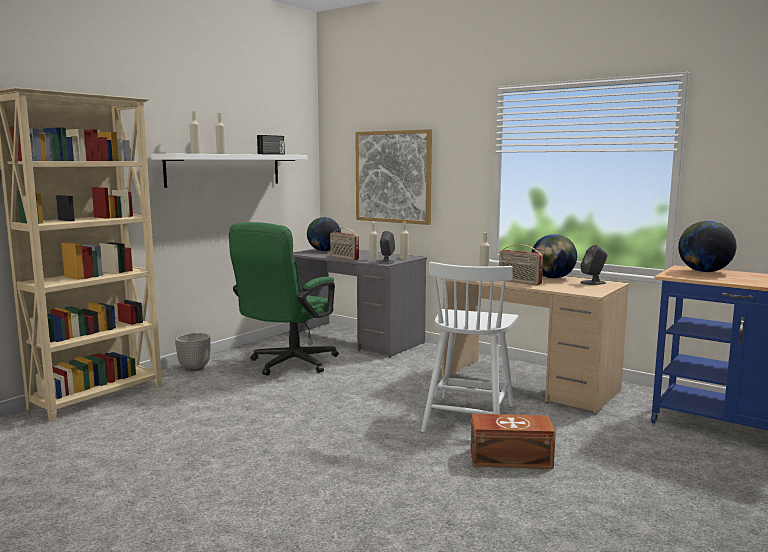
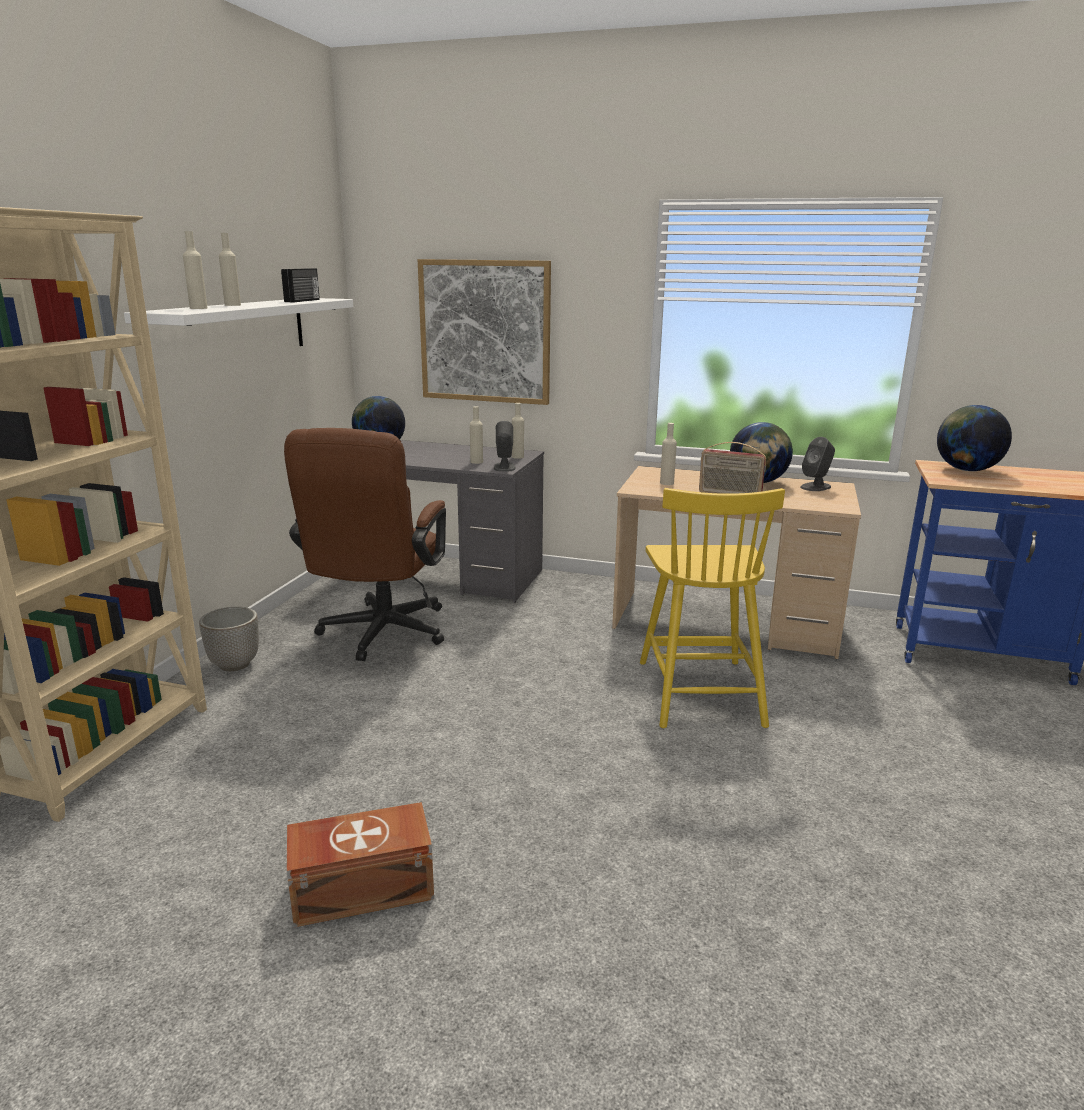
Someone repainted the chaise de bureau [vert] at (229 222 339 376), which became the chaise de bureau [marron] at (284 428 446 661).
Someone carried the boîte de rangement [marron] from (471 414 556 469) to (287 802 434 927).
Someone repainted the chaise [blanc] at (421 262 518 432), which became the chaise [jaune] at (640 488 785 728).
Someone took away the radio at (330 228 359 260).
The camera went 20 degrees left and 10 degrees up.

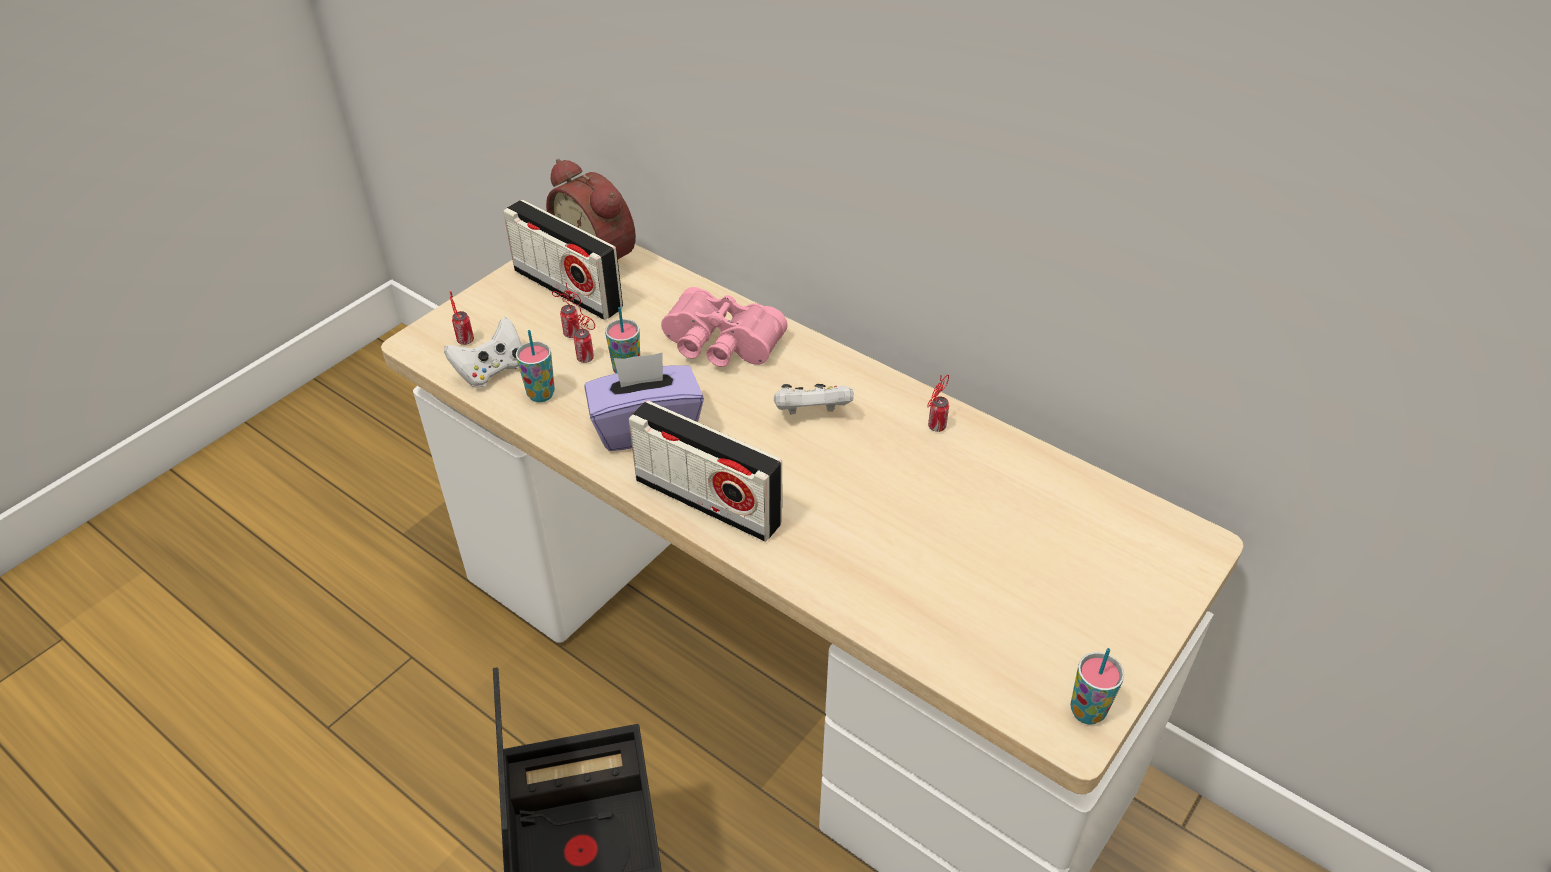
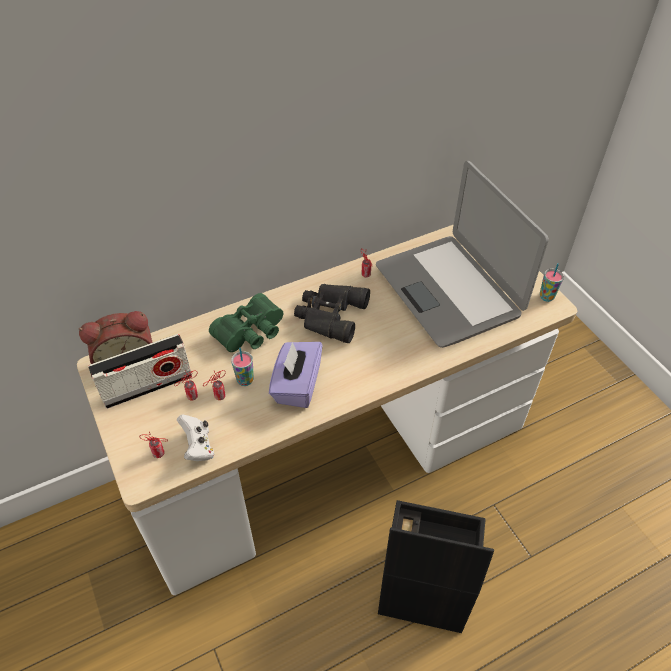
Someone repainted the jumelles [rose] at (661 287 787 367), which became the jumelles [vert] at (209 293 283 352).
Someone swapped the manette [blanc] at (774 384 854 415) for the jumelles [noir] at (294 284 370 343).
Someone put down the ordinateur portable at (376 161 549 348).
Someone took away the tasse at (516 330 555 402).
Someone took away the radio at (629 400 782 542).
The camera went 65 degrees left and 5 degrees up.

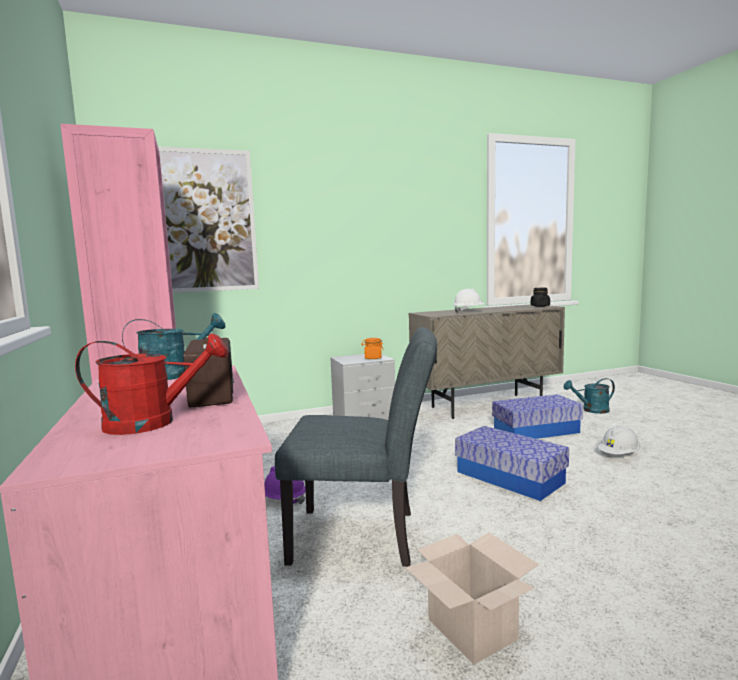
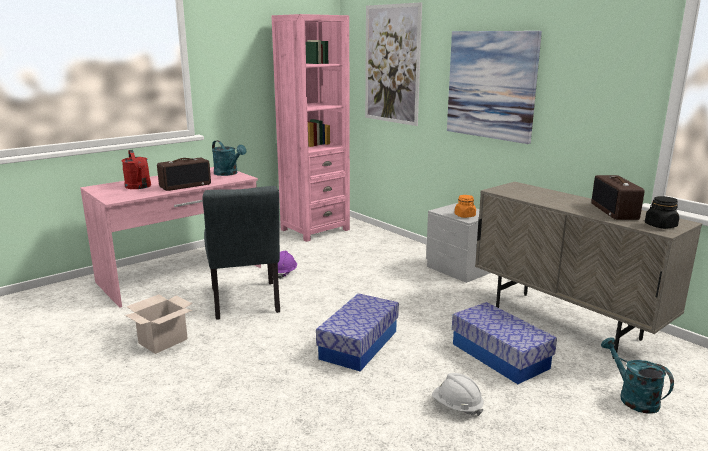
Someone put up the tableau at (447 31 542 144).
Someone put down the radio at (591 175 645 220).
Someone took away the casque de chantier [blanc] at (453 289 485 313).
The camera went 70 degrees right and 10 degrees up.

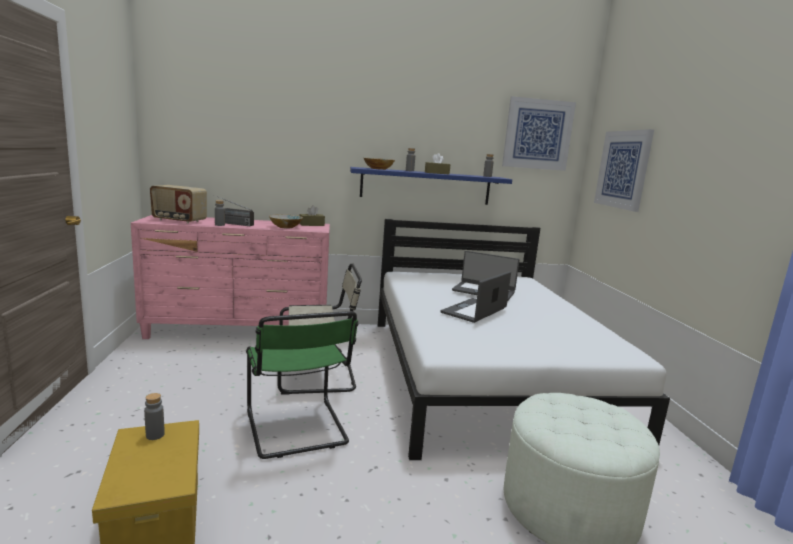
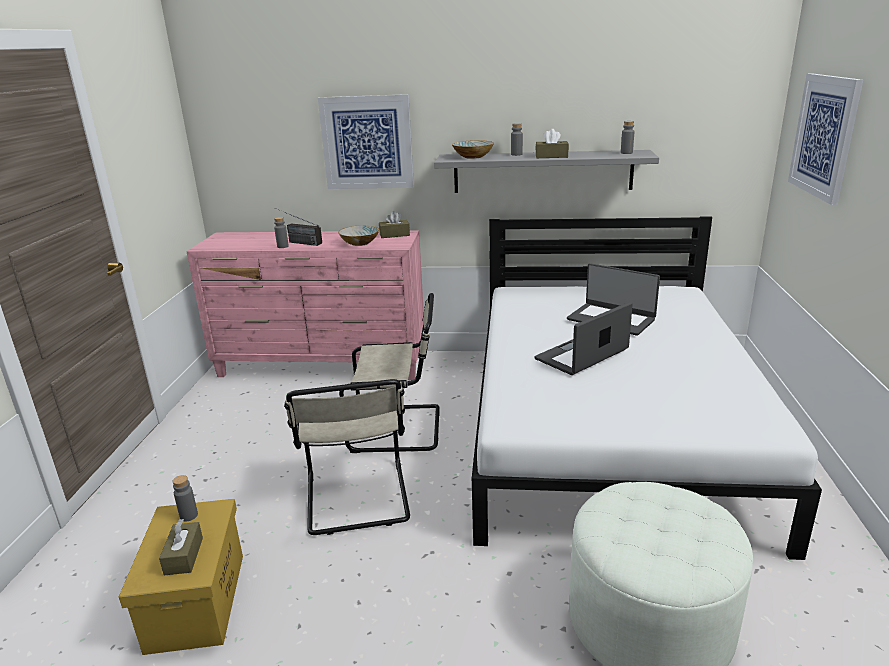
Someone put down the boîte à mouchoirs [marron] at (159 519 203 575).
Someone repainted the chaise [vert] at (246 311 359 459), which became the chaise [beige] at (284 379 410 535).
Someone carried the tableau from (502 96 576 171) to (318 94 414 189).
Someone repainted the étagère [bleu] at (350 167 512 205), which became the étagère [gris] at (434 150 659 193).
Someone took away the radio at (150 185 207 224).
The camera went 15 degrees right and 10 degrees up.

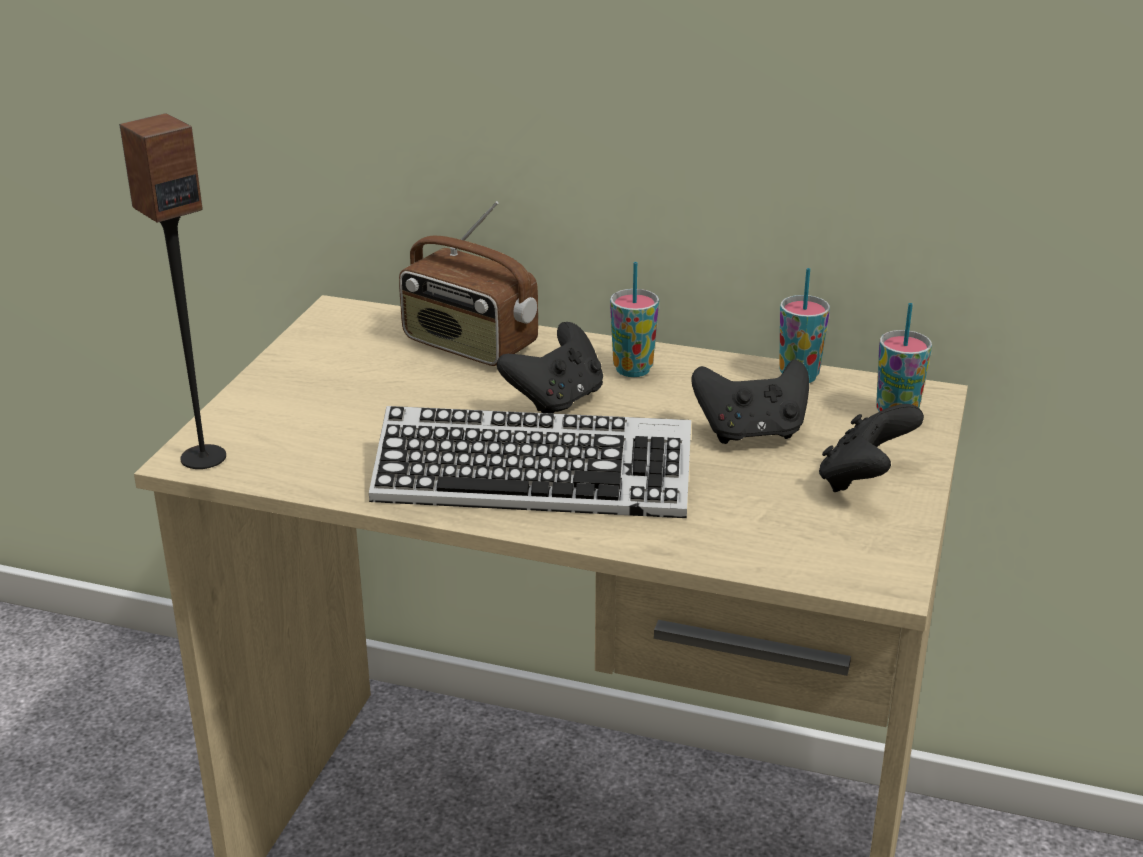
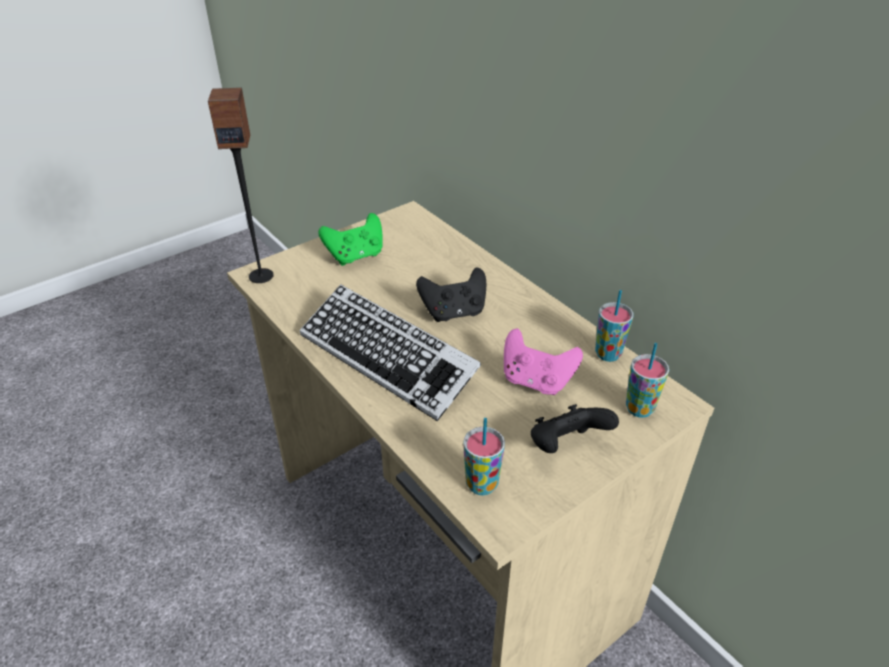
Someone put down the manette [vert] at (318 213 383 266).
Someone carried the tasse from (610 262 659 377) to (463 418 505 495).
Someone repainted the manette [noir] at (691 360 809 444), which became the manette [rose] at (504 329 583 395).
Someone took away the radio at (399 201 538 366).
The camera went 35 degrees right and 10 degrees up.

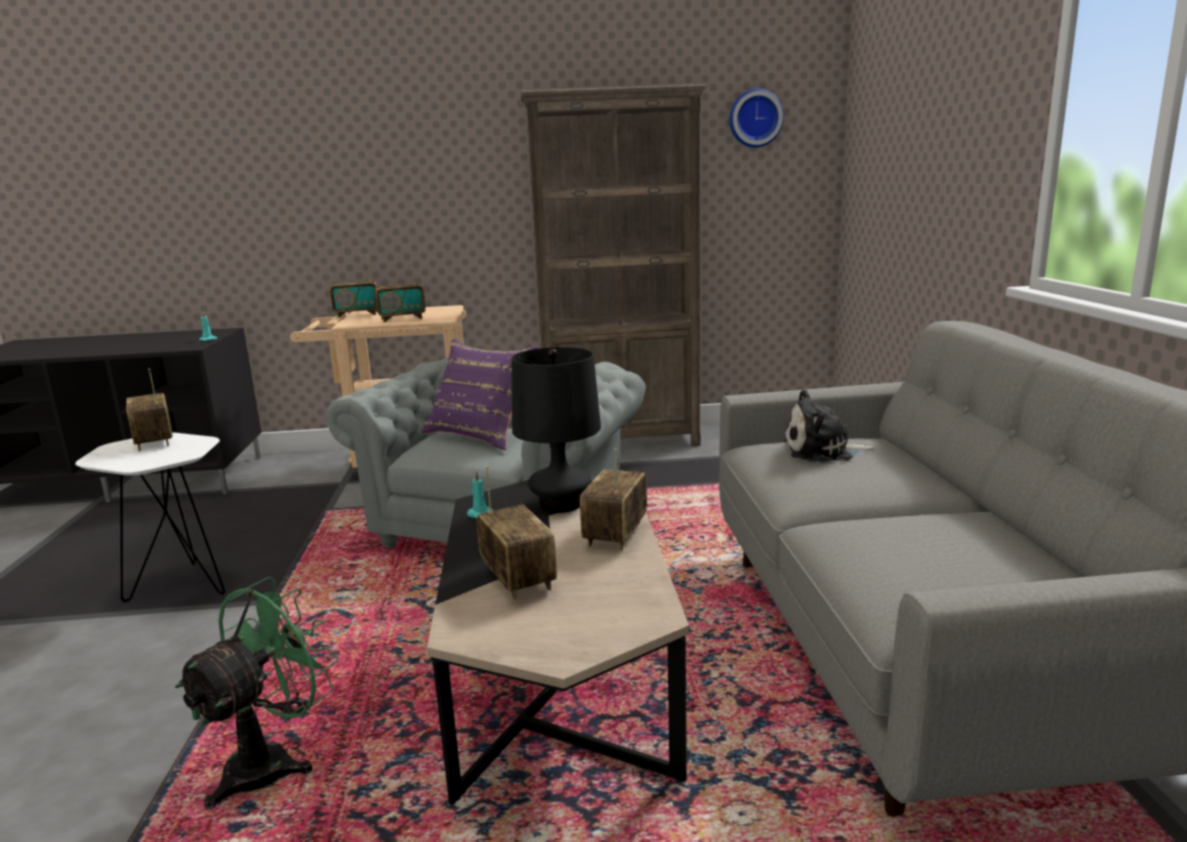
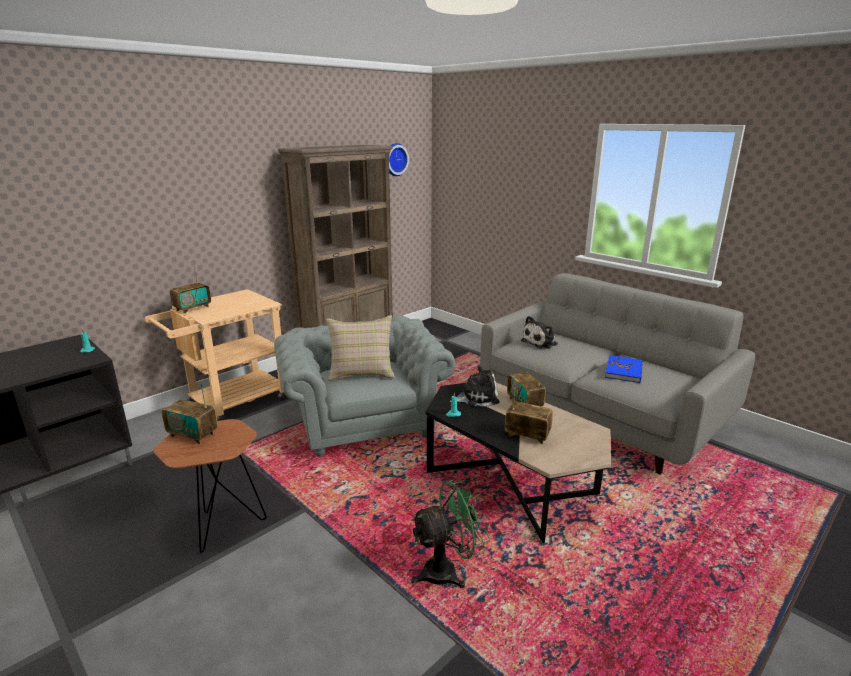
Someone repainted the table d'appoint [blanc] at (75 432 225 602), which became the table d'appoint [marron] at (153 419 267 553).
Someone repainted the coussin [violet] at (421 339 538 450), which became the coussin [beige] at (326 315 395 381).
Someone rotated the ventilateur [vert] at (175 577 339 809) by 75 degrees clockwise.
Someone swapped the lampe de table [noir] at (511 347 601 513) for the peluche at (450 365 499 407).
Someone put down the livre [bleu] at (605 355 643 383).
Someone took away the radio at (374 257 426 322).
The camera went 40 degrees left and 5 degrees up.

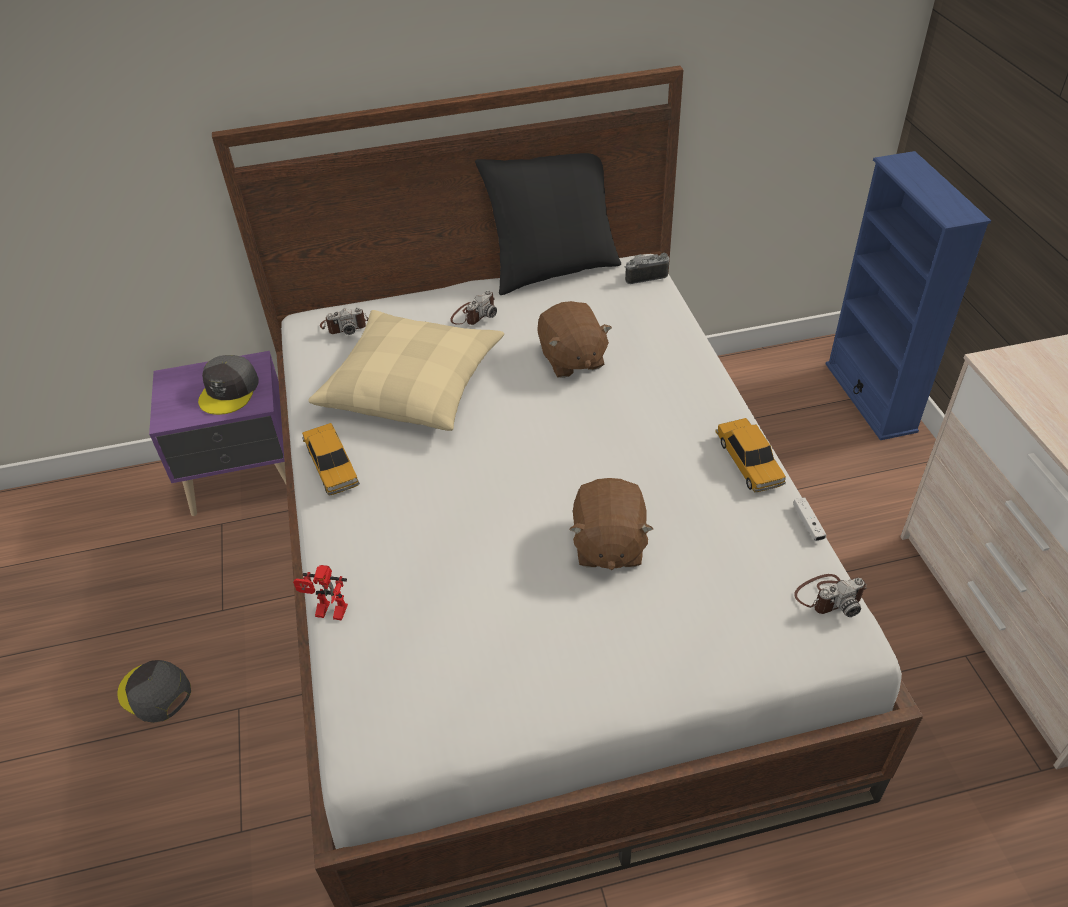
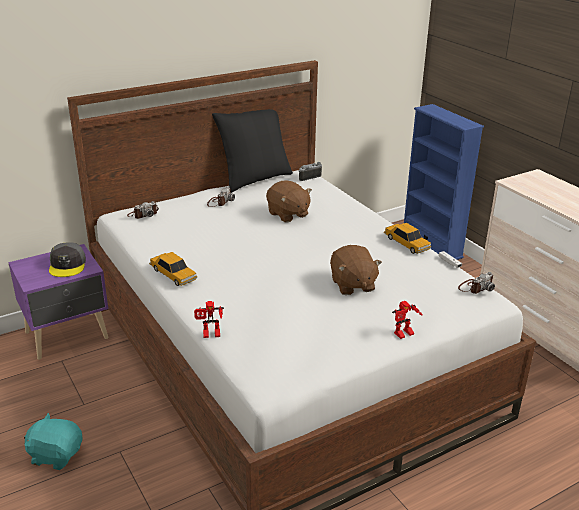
Someone swapped the casquette [gris] at (117 660 191 723) for the peluche [turquoise] at (24 413 83 470).
Someone put down the robot jouet at (392 301 423 339).
Someone took away the coussin [beige] at (308 310 504 431).
The camera went 20 degrees left and 15 degrees down.

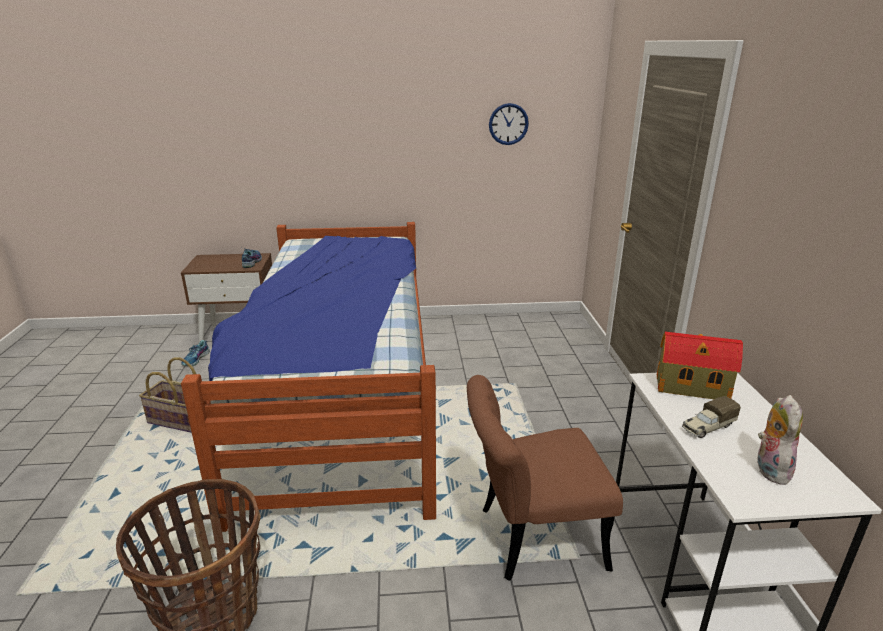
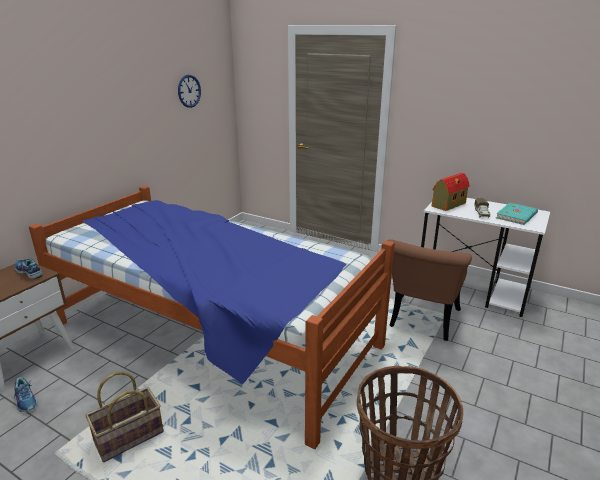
Someone swapped the peluche at (757 395 803 485) for the livre [turquoise] at (496 203 538 225).
The camera went 55 degrees left and 0 degrees up.

